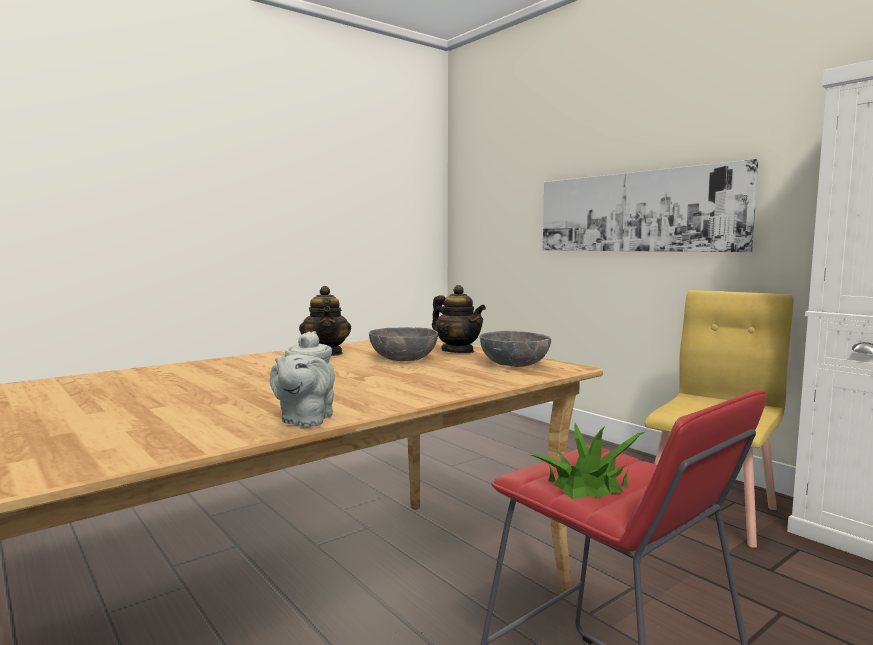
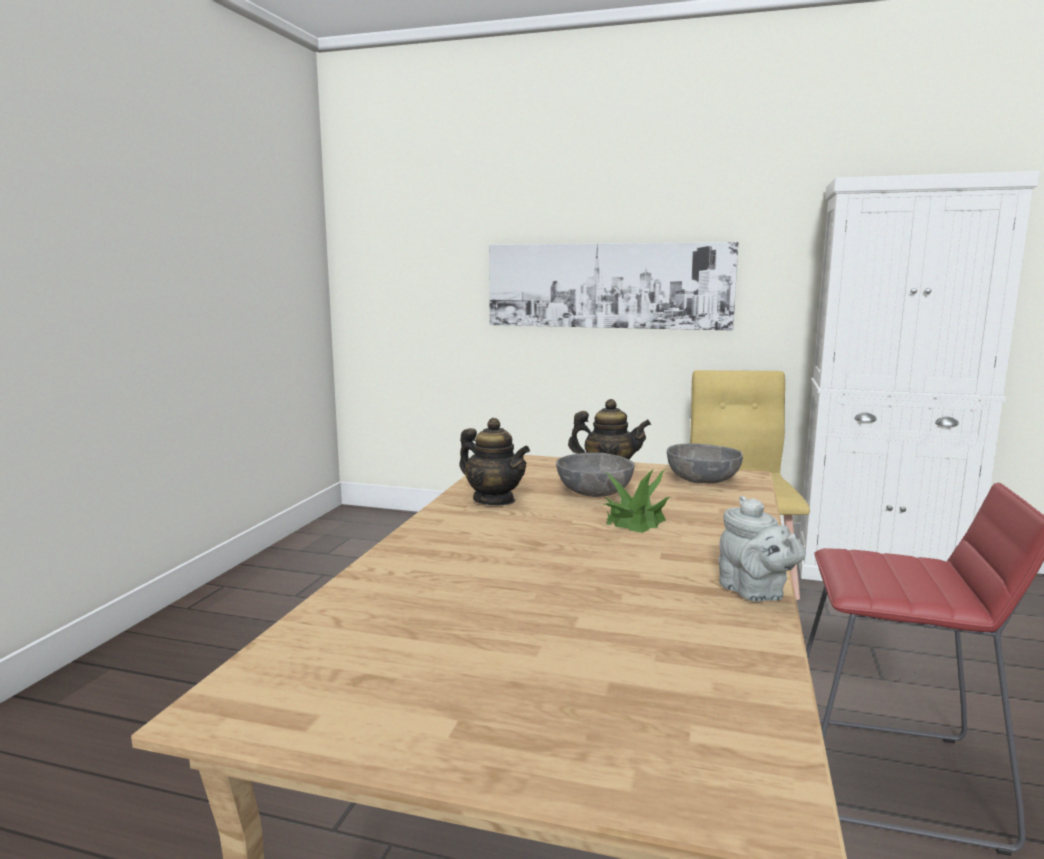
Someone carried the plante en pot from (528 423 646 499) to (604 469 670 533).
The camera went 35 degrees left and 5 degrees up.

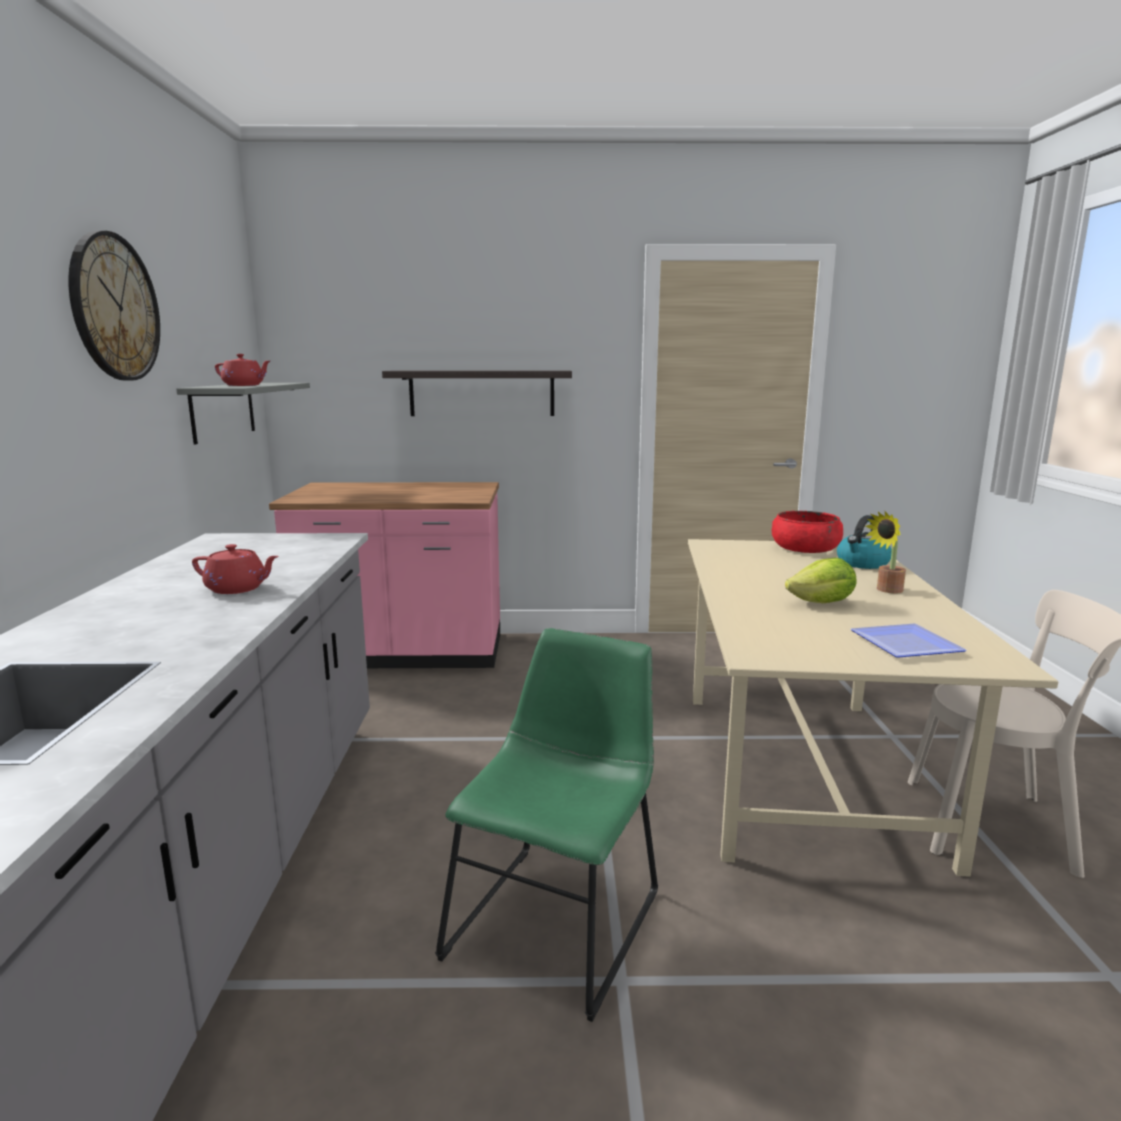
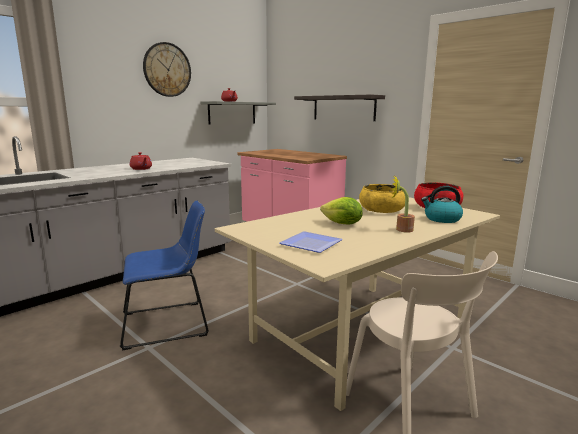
Someone repainted the chaise [vert] at (435 628 658 1022), which became the chaise [bleu] at (120 201 209 350).
Someone put down the bol [jaune] at (359 184 405 213).
The camera went 45 degrees right and 0 degrees up.

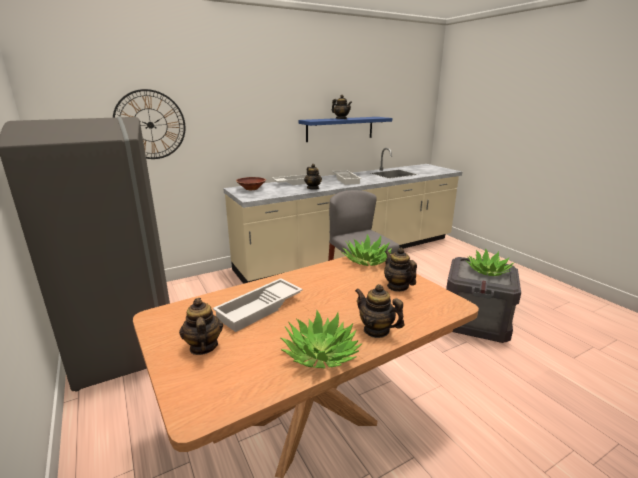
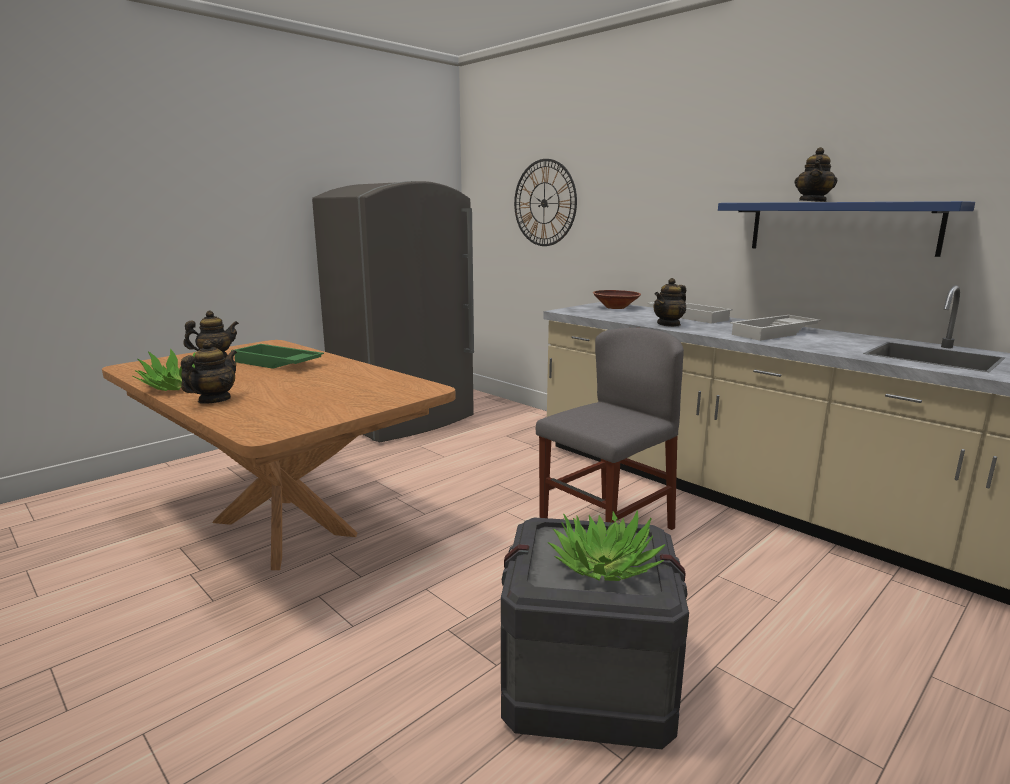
Someone repainted the plateau [blanc] at (213 278 303 332), which became the plateau [vert] at (231 344 324 369).
Someone took away the plante en pot at (342 234 392 266).
Someone took away the théière at (384 248 417 292).
The camera went 75 degrees right and 5 degrees down.

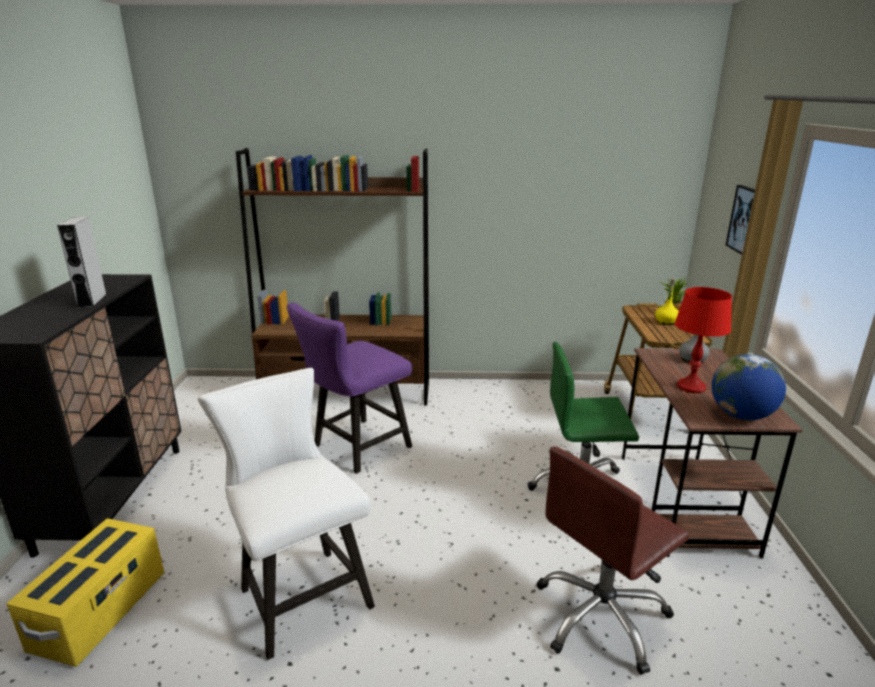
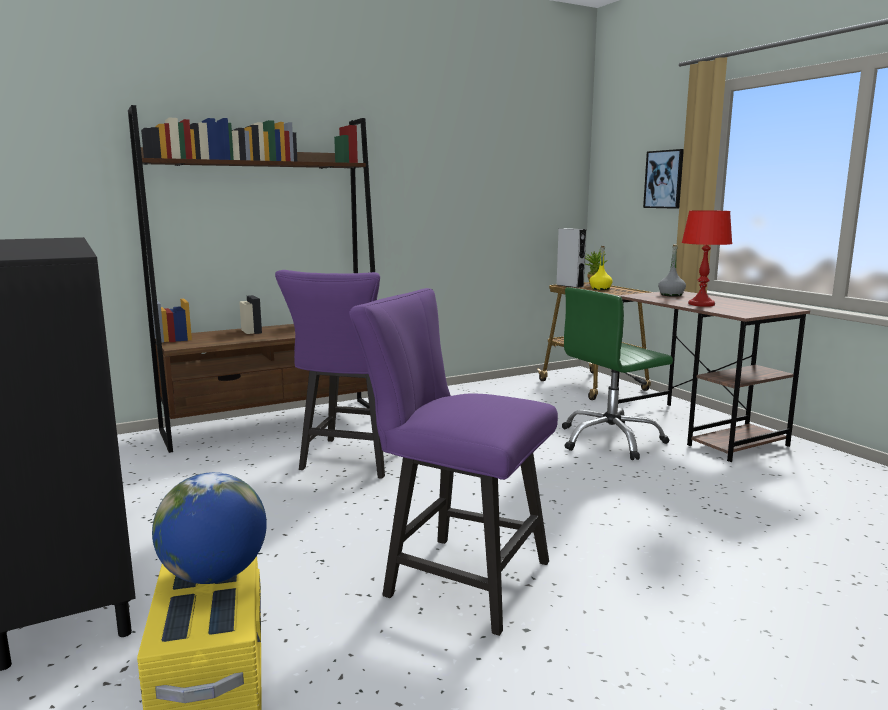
Someone carried the globe from (712 354 786 420) to (152 472 267 584).
Someone repainted the chaise [blanc] at (198 368 375 660), which became the chaise [violet] at (349 288 558 636).
Someone carried the enceinte [gris] from (57 217 107 308) to (557 228 586 288).
Someone took away the chaise de bureau [marron] at (536 446 690 675).
The camera went 30 degrees left and 10 degrees down.

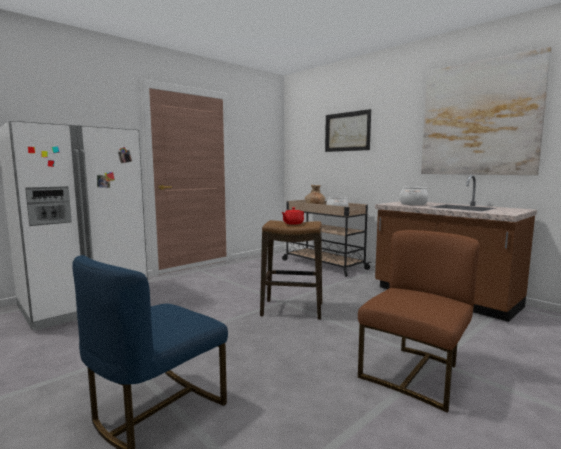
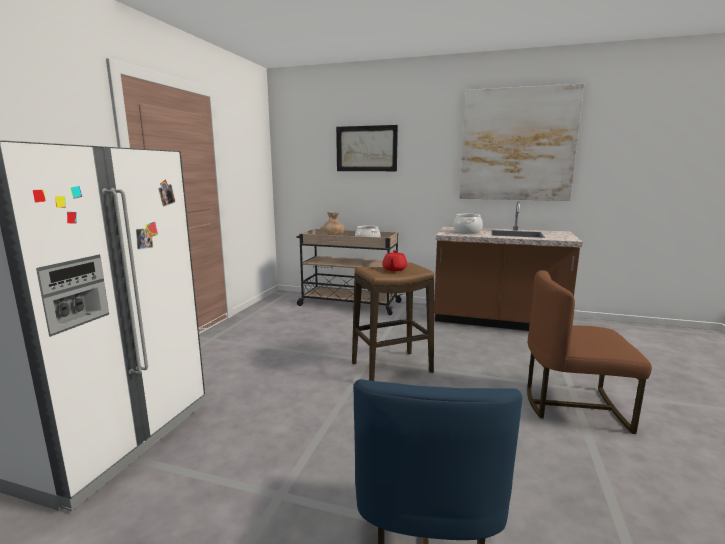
Someone rotated the chaise [marron] at (358 230 480 413) by 90 degrees counterclockwise.
The camera went 30 degrees left and 5 degrees up.

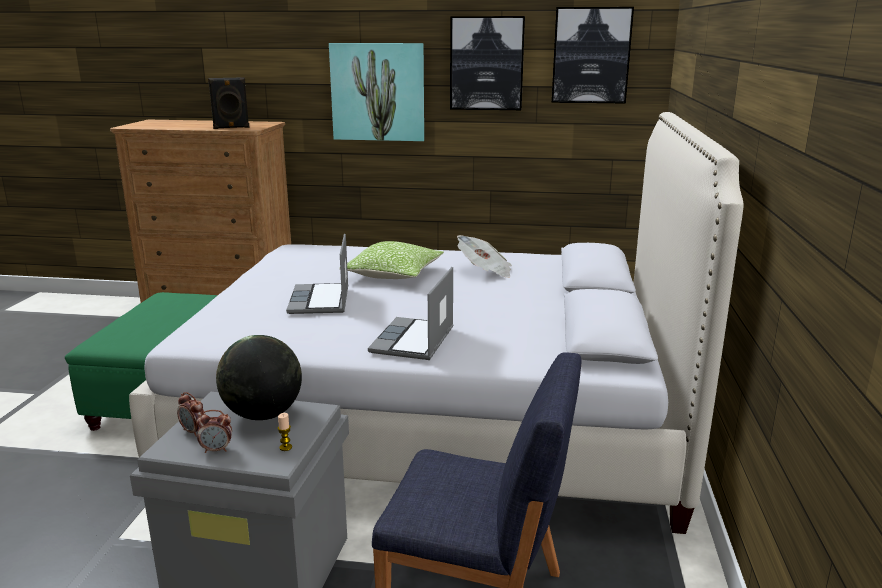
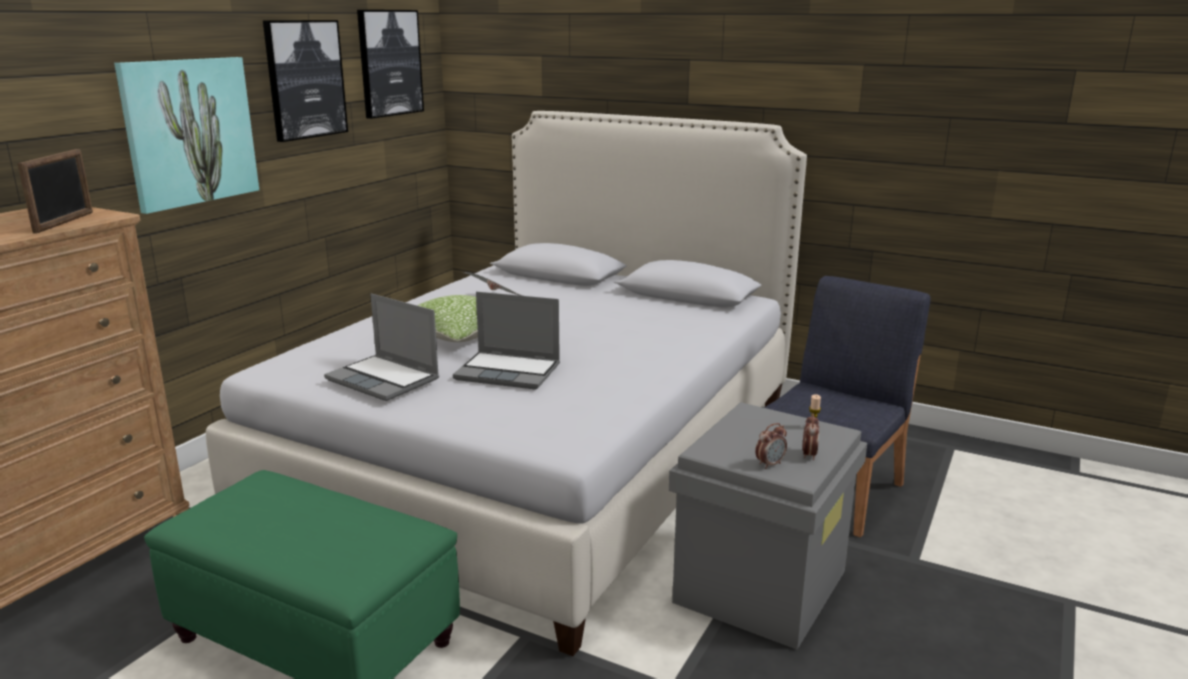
Someone swapped the enceinte [noir] at (208 77 250 129) for the cadre photo at (17 149 93 234).
Someone carried the ordinateur portable from (368 267 453 360) to (324 294 439 401).
Someone took away the globe at (216 335 302 420).
The camera went 70 degrees left and 0 degrees up.

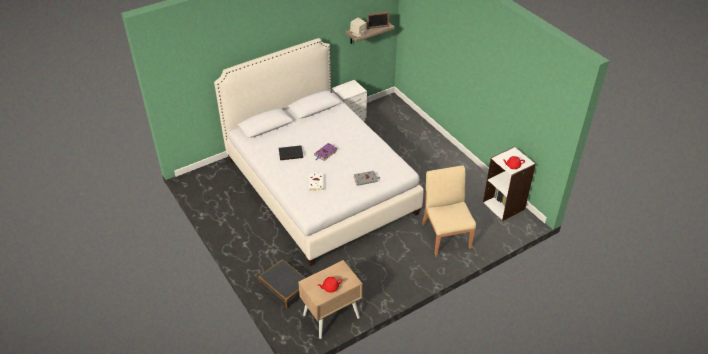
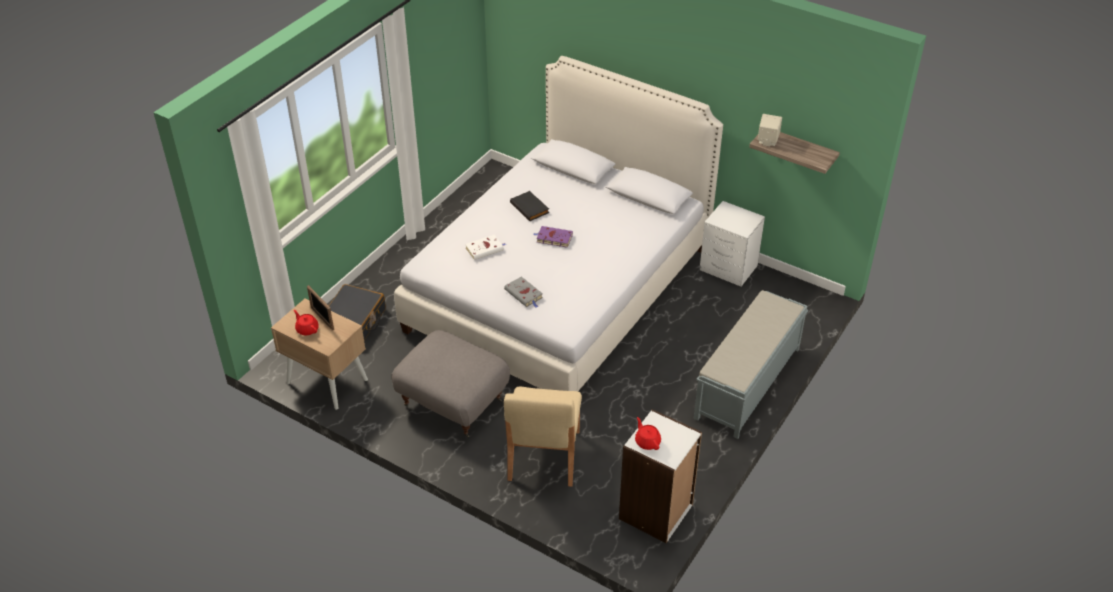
Someone carried the cadre photo from (367 11 390 29) to (307 285 334 330).
Someone put down the pouf [gris] at (391 330 510 438).
Someone rotated the chaise [beige] at (422 166 476 255) by 135 degrees clockwise.
Someone put down the banc [gris] at (694 290 808 439).
The camera went 65 degrees right and 0 degrees up.

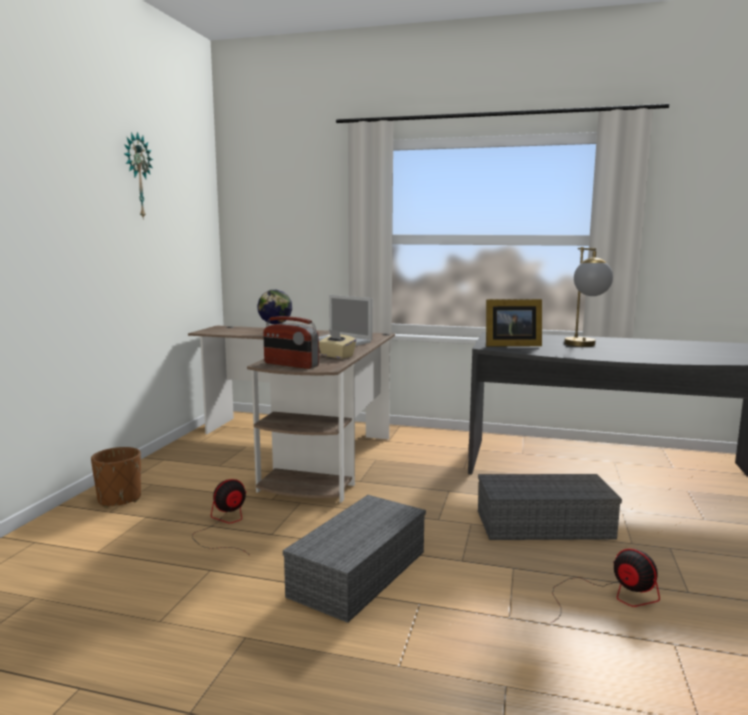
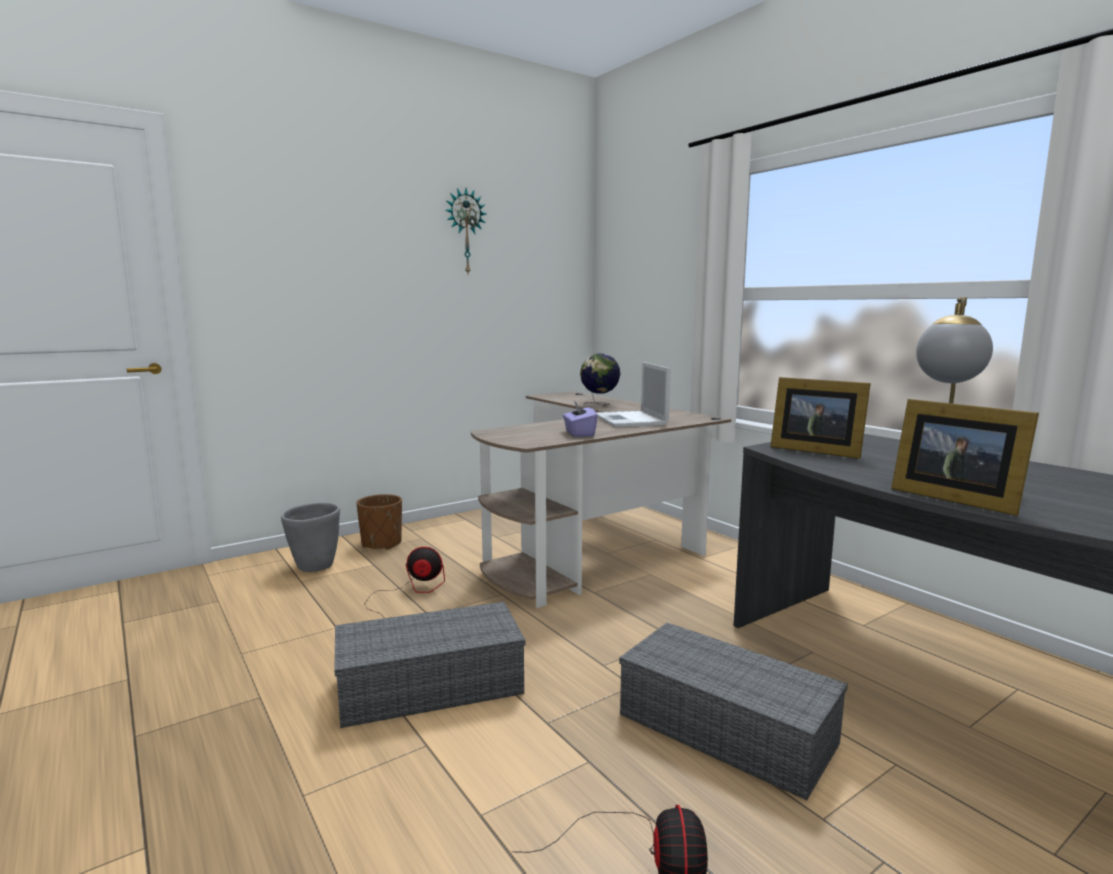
Someone put down the cache-pot [gris] at (281 503 340 572).
Someone repainted the boîte à mouchoirs [beige] at (319 330 356 359), which became the boîte à mouchoirs [violet] at (563 401 598 437).
Someone put down the cadre photo at (891 399 1039 516).
Someone took away the radio at (263 316 319 369).
The camera went 40 degrees right and 0 degrees up.

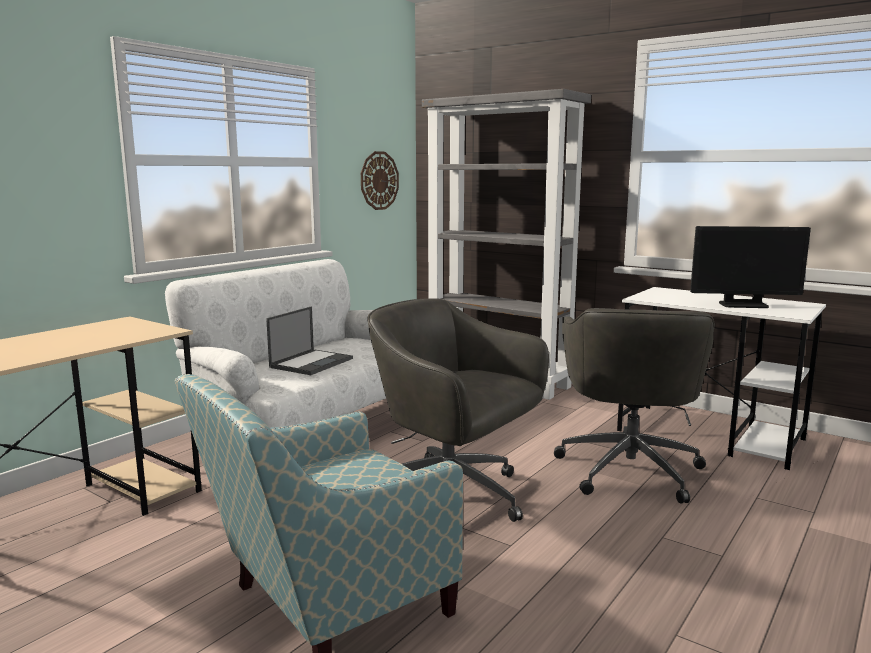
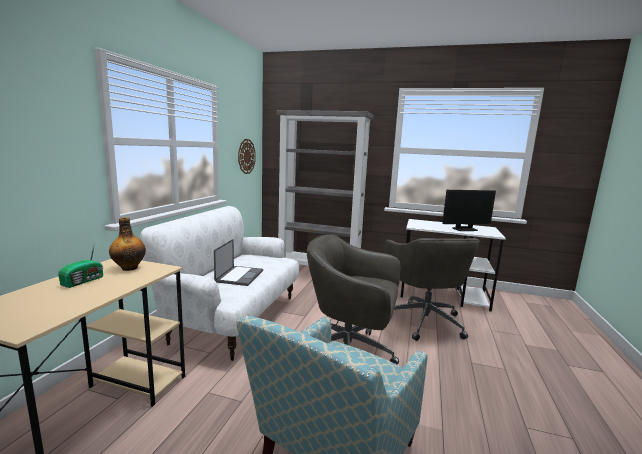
Someone put down the radio at (58 242 103 288).
Someone put down the bouteille at (109 217 146 271).
The camera went 20 degrees left and 0 degrees up.

